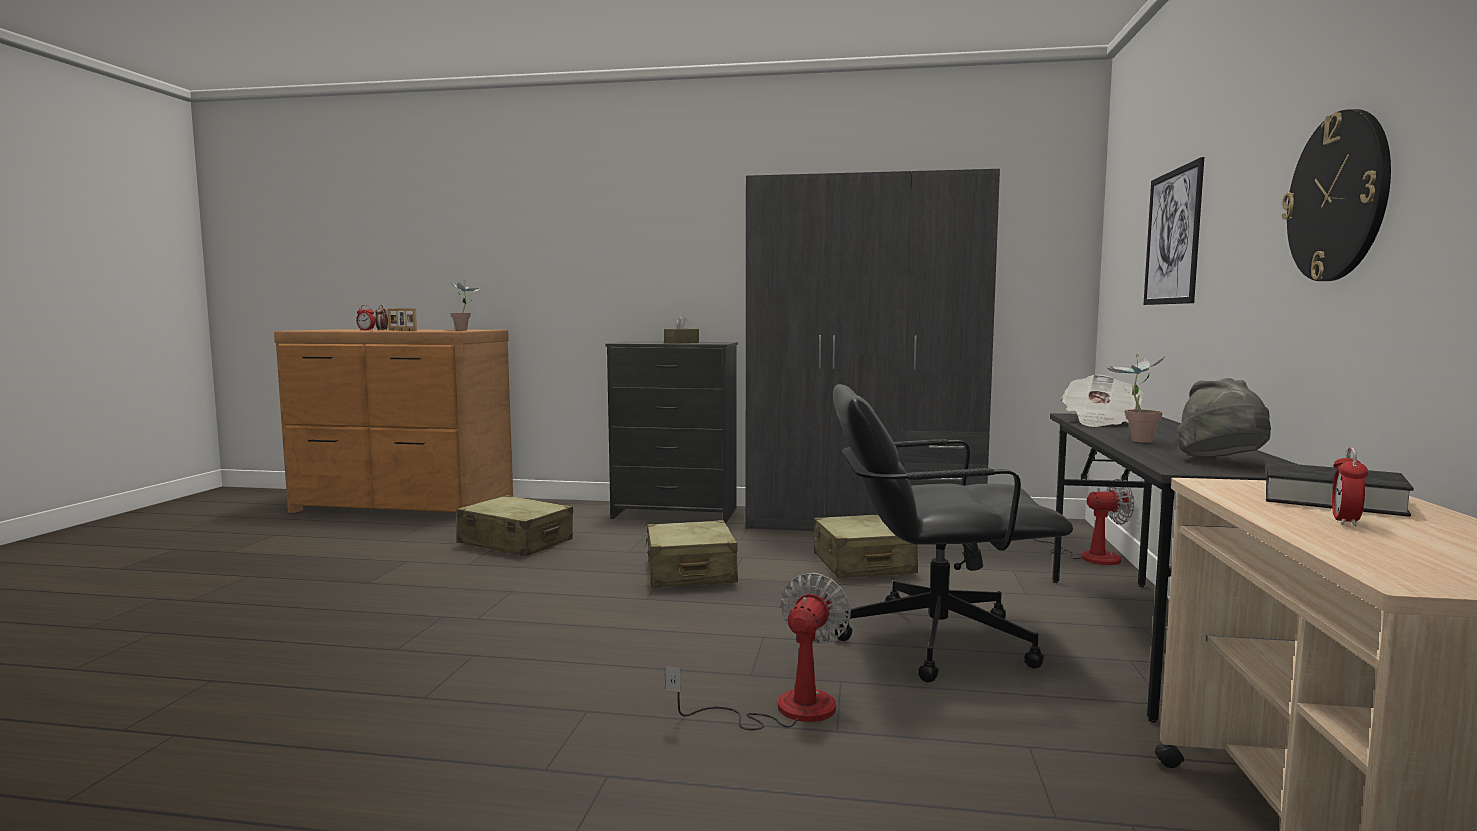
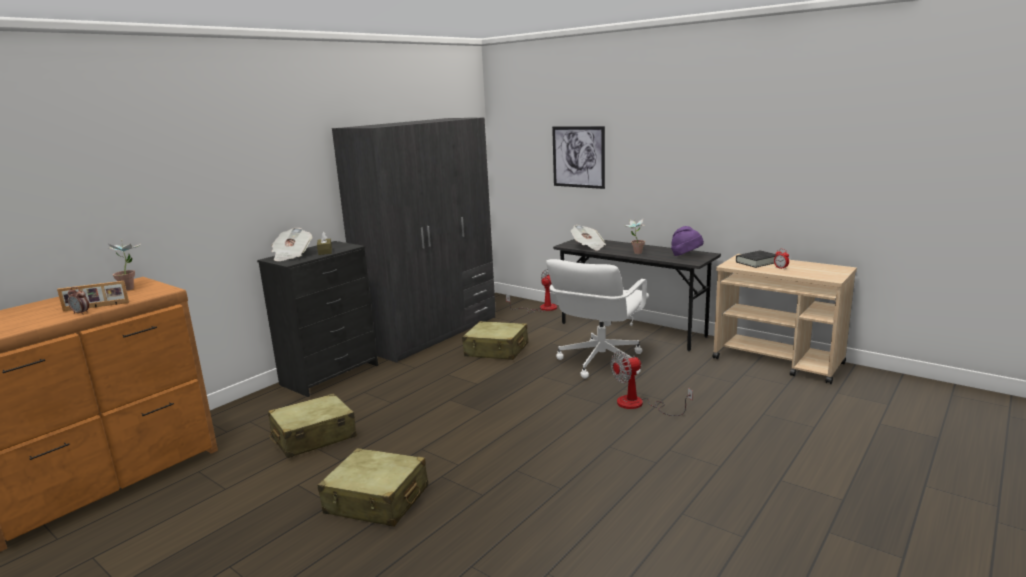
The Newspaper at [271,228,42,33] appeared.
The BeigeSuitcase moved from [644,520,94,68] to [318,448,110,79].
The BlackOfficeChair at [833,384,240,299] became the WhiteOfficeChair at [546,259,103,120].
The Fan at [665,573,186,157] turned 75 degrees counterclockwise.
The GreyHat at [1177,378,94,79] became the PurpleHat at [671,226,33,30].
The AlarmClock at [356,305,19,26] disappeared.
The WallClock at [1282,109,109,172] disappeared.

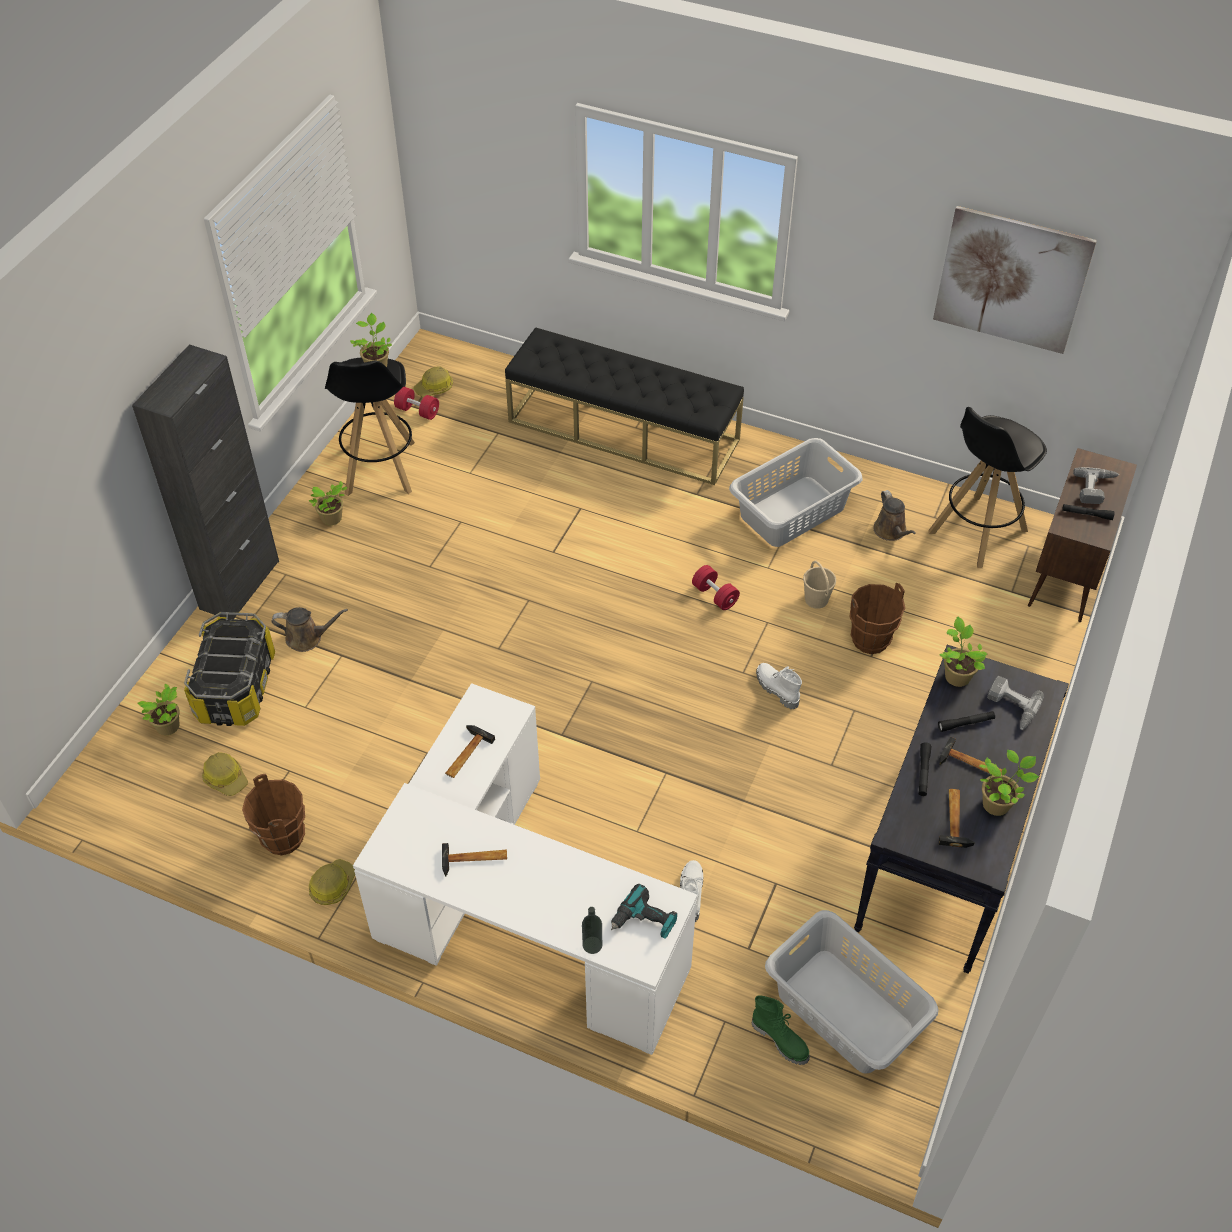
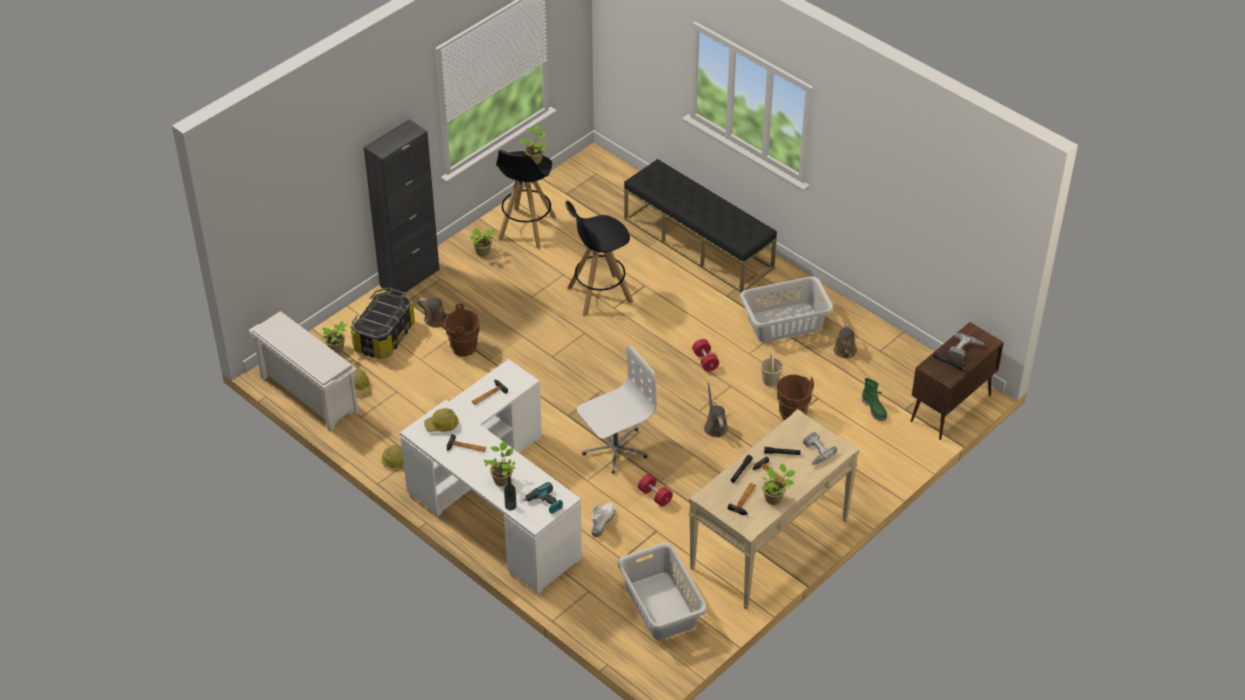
The WhiteShoeRack at [249,311,110,121] appeared.
The HardHat moved from [413,366,40,31] to [424,408,35,24].
The BrownBucket moved from [242,774,63,81] to [445,303,35,53].
The PottedPlant moved from [940,616,47,71] to [484,440,31,46].
The BlackStool moved from [928,407,119,161] to [565,201,68,115].
The WhiteOfficeChair at [577,346,80,127] appeared.
The RedDumbbell moved from [394,387,45,33] to [638,474,35,33].
The BlackConsoleTable at [854,645,215,328] became the BeigeConsoleTable at [689,409,170,200].
The WhiteBoot at [756,663,46,46] was replaced by the BrownWateringCan at [704,383,24,54].
The GreenBoot moved from [752,995,58,70] to [862,378,25,43].
The Picture at [933,206,164,148] disappeared.

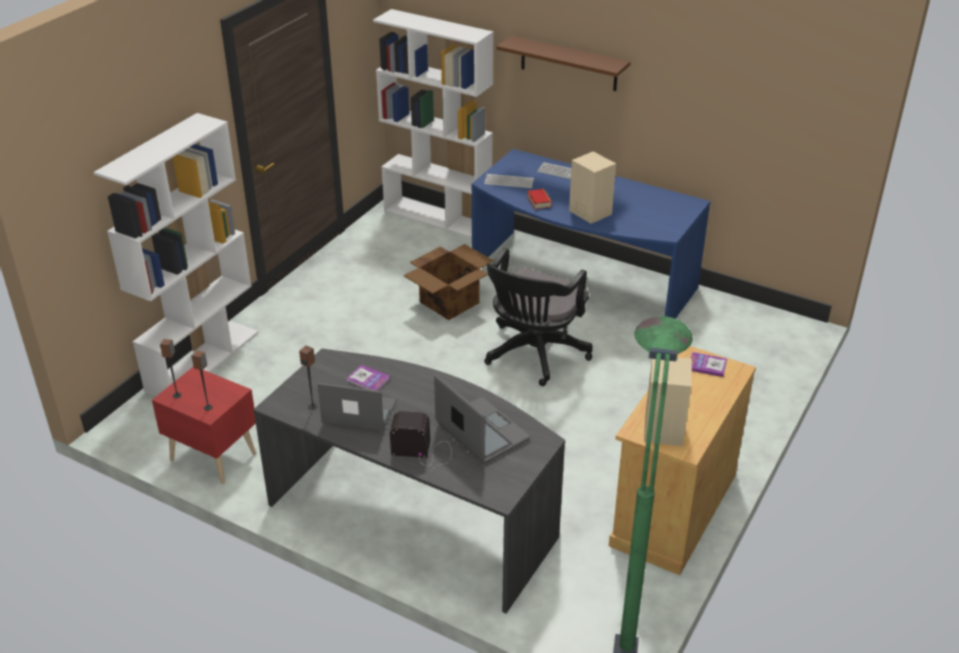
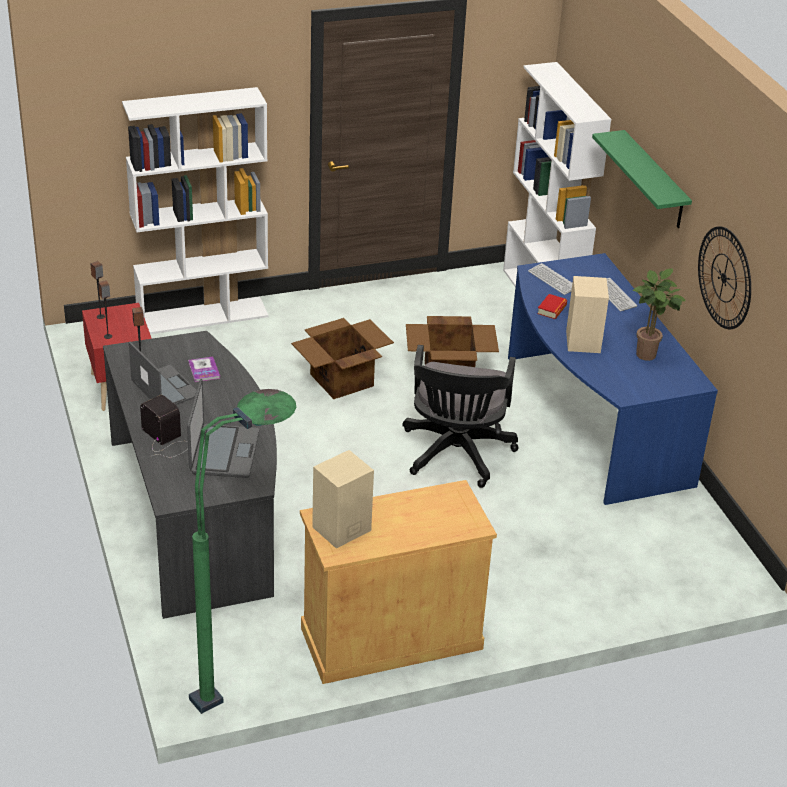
The CardboardBox at [291,318,103,81] appeared.
The BlackOfficeChair at [484,248,109,138] turned 60 degrees counterclockwise.
The BrownShelf at [497,36,133,55] became the GreenShelf at [592,130,100,98].
The PottedPlant at [633,269,53,92] appeared.
The WallClock at [698,226,53,103] appeared.
The Book at [690,352,37,25] disappeared.

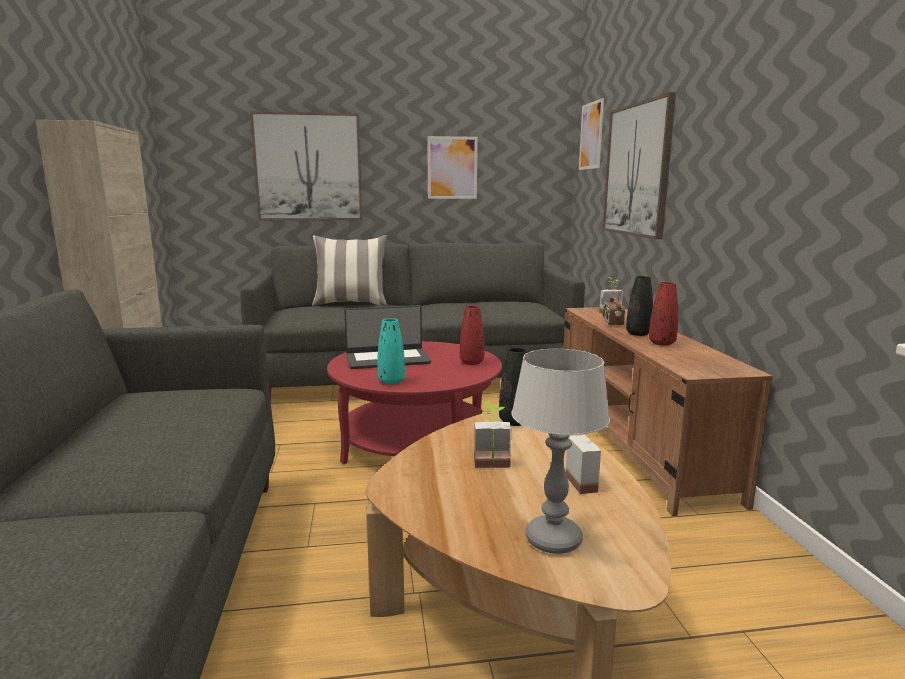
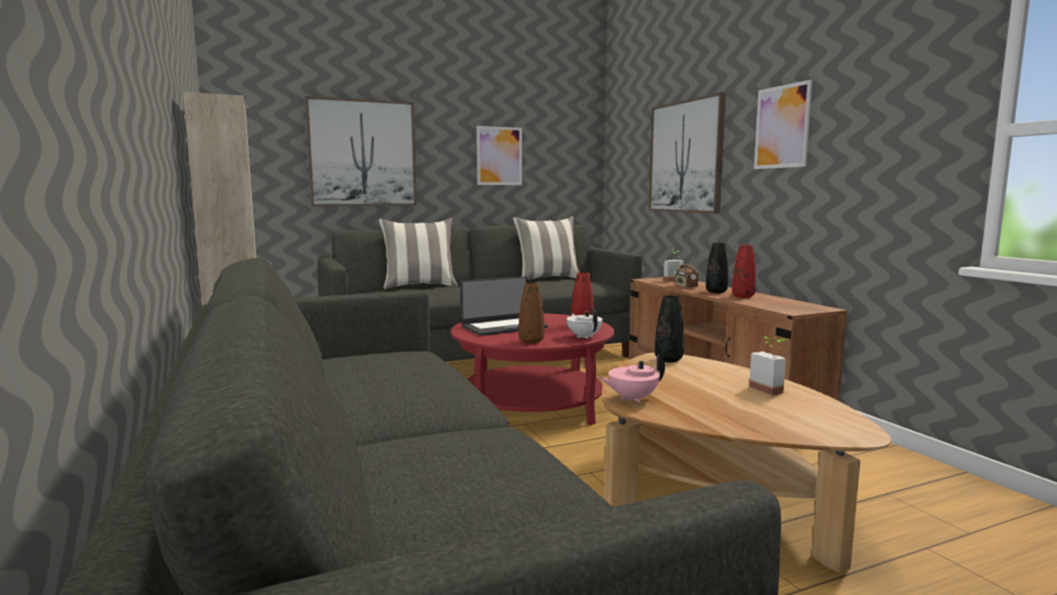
The Pillow at [513,216,67,64] appeared.
The TurquoiseVase at [377,318,28,67] became the BrownVase at [519,283,25,61].
The WhiteTeapot at [567,309,36,30] appeared.
The PinkTeapot at [599,353,66,50] appeared.
The Picture moved from [579,98,25,72] to [754,80,58,89].
The PottedPlant at [474,402,37,66] disappeared.
The TableLamp at [512,349,98,205] disappeared.

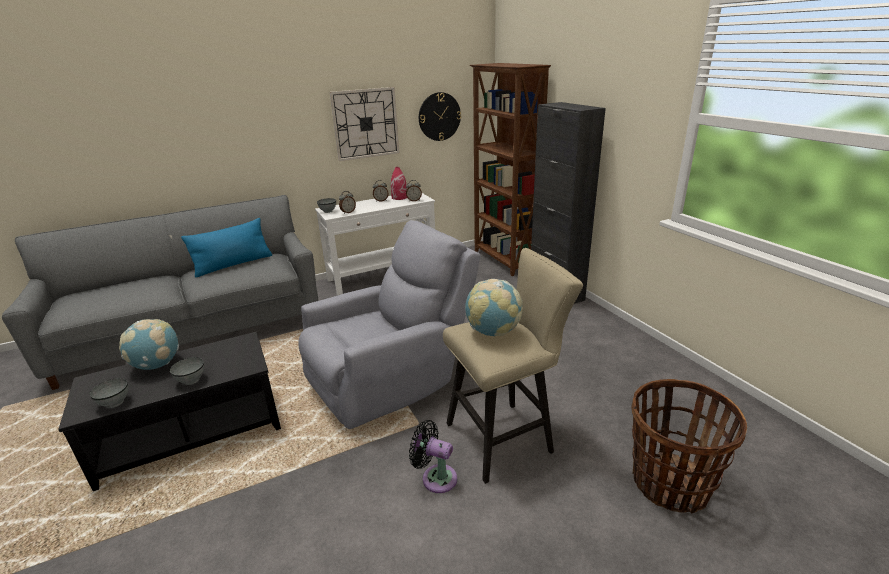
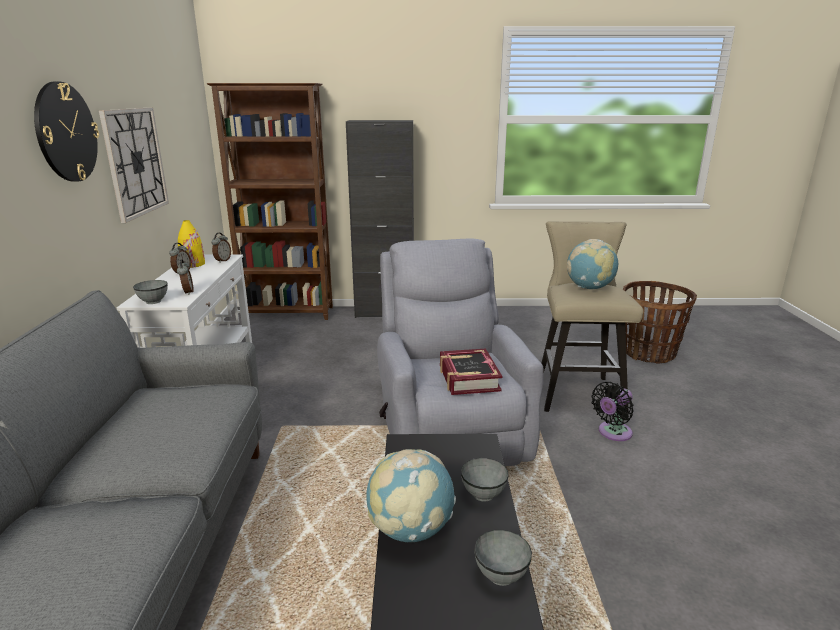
The WallClock moved from [419,92,42,49] to [34,81,65,101].
The RedVase at [391,167,16,33] became the YellowVase at [178,220,27,48].
The Book at [440,349,62,46] appeared.
The BluePillow at [181,218,91,60] disappeared.

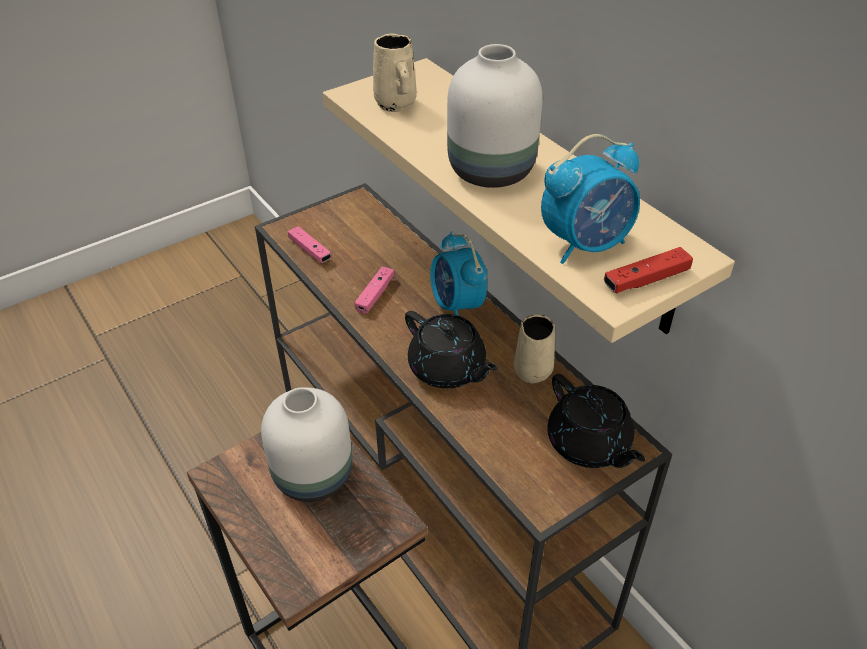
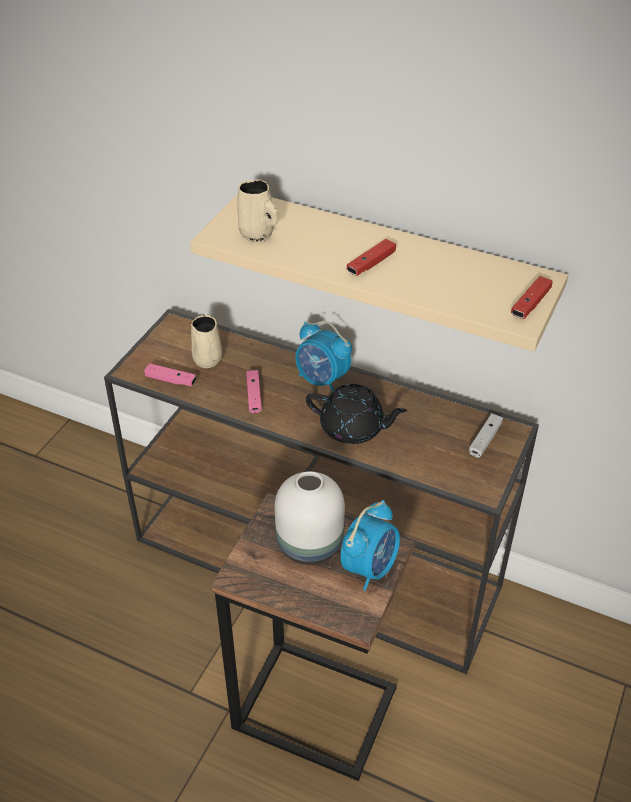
The BeigeMug moved from [514,315,41,69] to [191,315,31,53].
The AlarmClock moved from [541,134,99,130] to [341,500,59,91].
The WhiteVase at [447,44,96,144] was replaced by the RedGameController at [347,239,49,37].
The BlackTeapot at [547,374,98,94] was replaced by the WhiteGameController at [469,413,34,45].

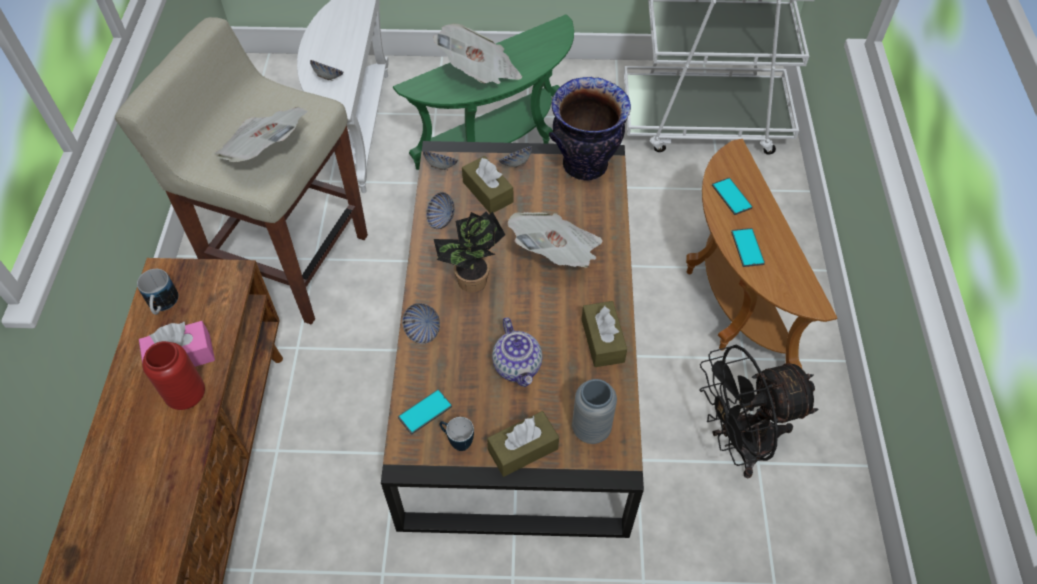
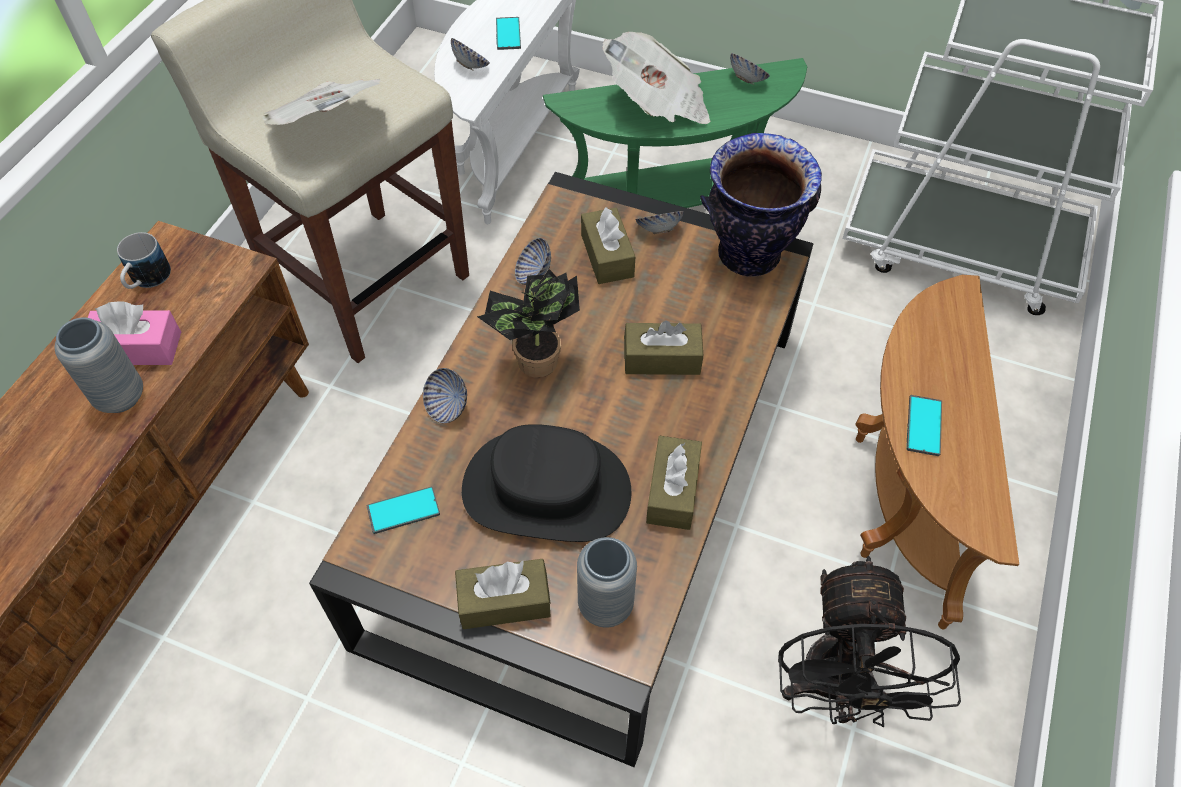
The RedVase at [142,341,63,69] became the GreyVase at [55,318,88,95].
The Teapot at [492,317,50,70] was replaced by the BlackHat at [462,424,169,118].
The Phone moved from [712,178,41,37] to [496,17,25,33].
The Newspaper at [508,212,95,56] was replaced by the BrownTissueBox at [624,320,79,55].
The Bowl moved from [423,151,35,19] to [730,53,40,32].
The BlackFan at [699,345,119,134] turned 90 degrees counterclockwise.
The Mug at [439,417,35,34] disappeared.

